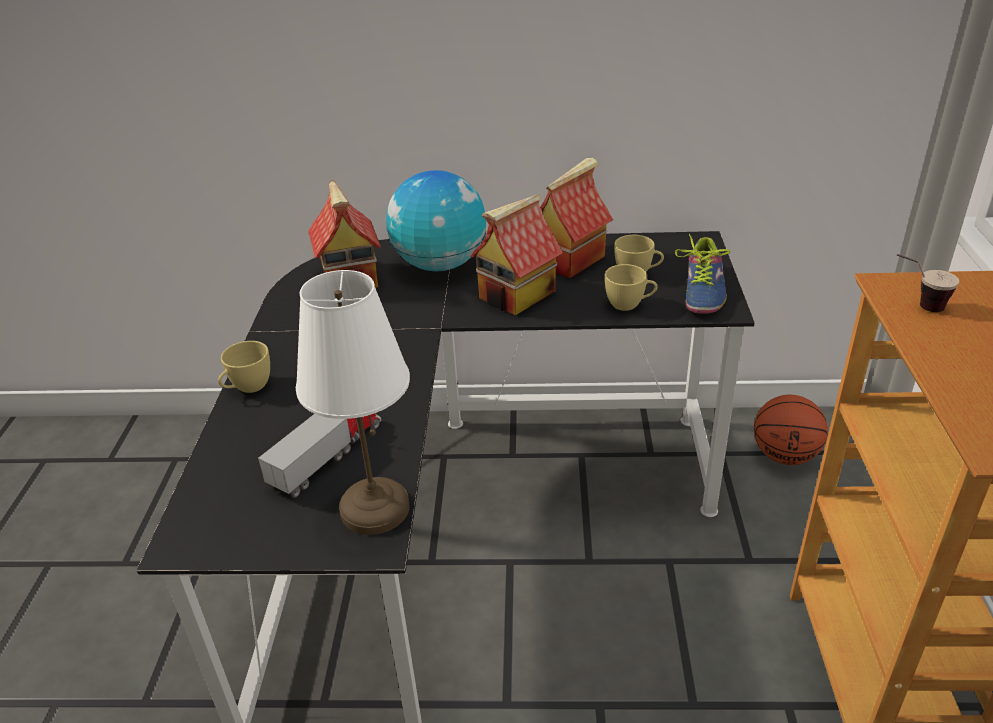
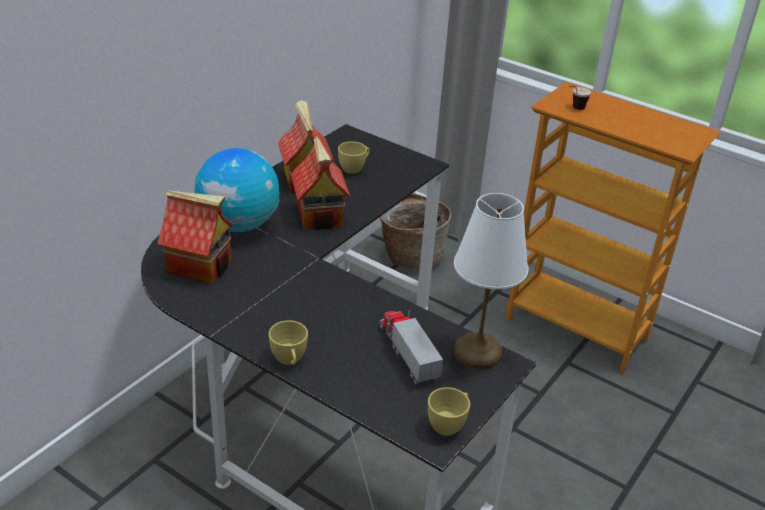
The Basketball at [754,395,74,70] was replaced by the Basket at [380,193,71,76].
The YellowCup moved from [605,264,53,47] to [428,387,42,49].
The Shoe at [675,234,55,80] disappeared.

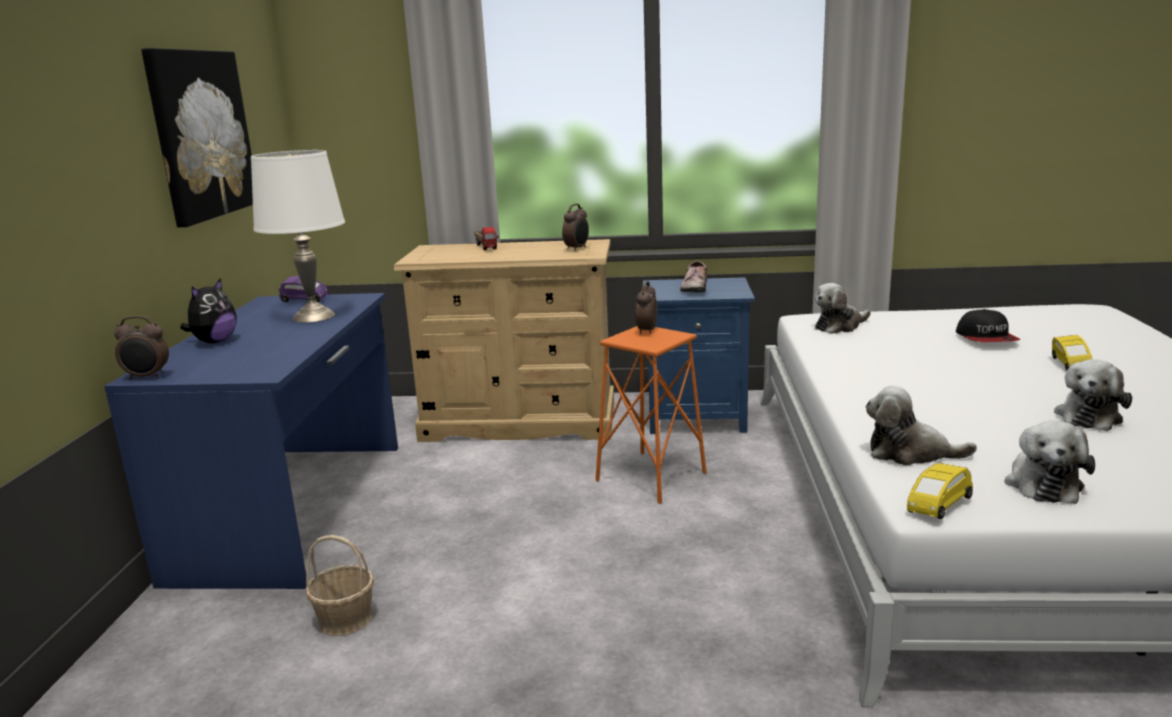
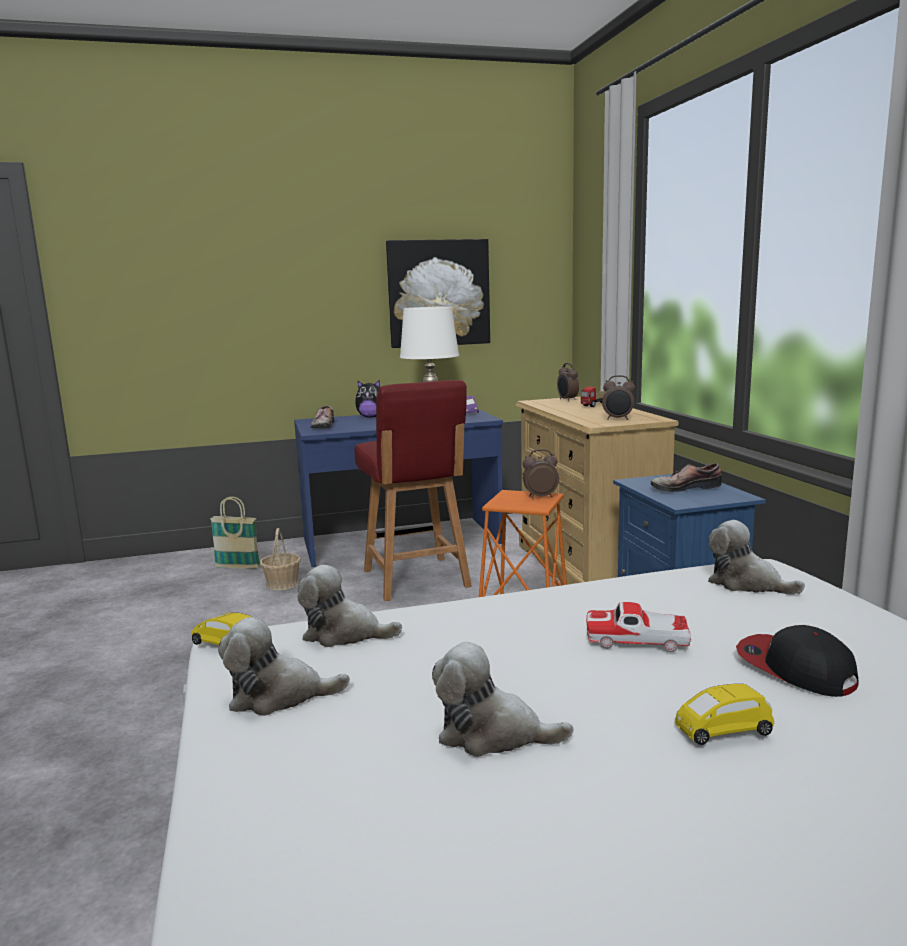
The Basket at [210,496,50,73] appeared.
The PlushToy at [866,386,111,79] turned 75 degrees counterclockwise.
The Shoe at [310,406,25,22] appeared.
The RedChair at [355,380,117,221] appeared.
The AlarmClock moved from [114,316,55,64] to [557,363,22,38].
The ToyCar at [586,602,105,50] appeared.
The Cap at [956,309,64,33] turned 75 degrees clockwise.

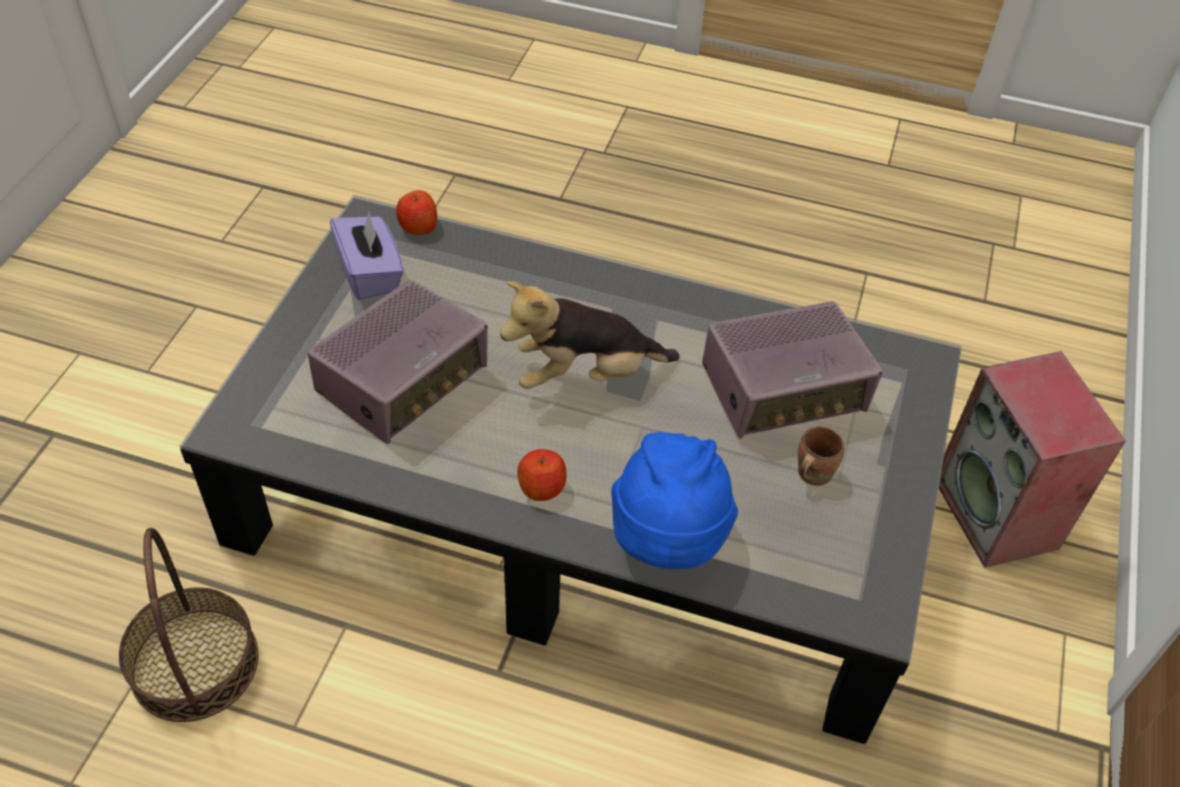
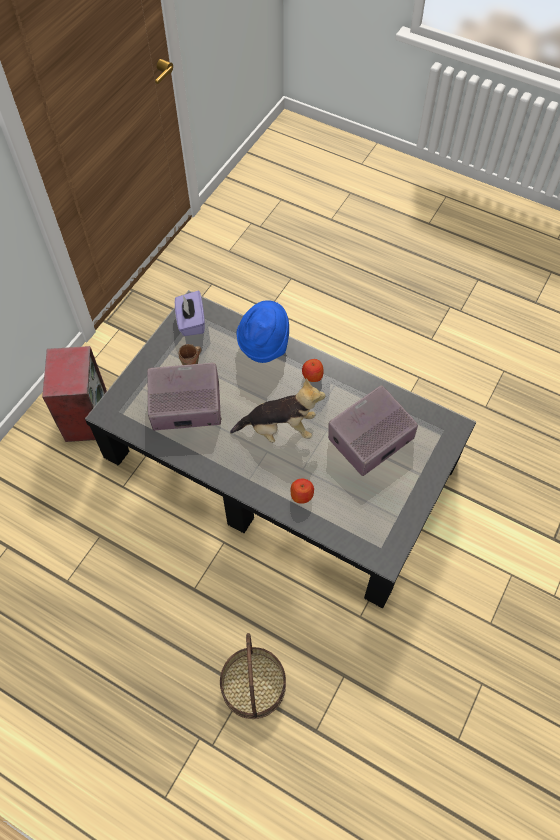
The PurpleTissueBox moved from [330,210,74,90] to [175,291,30,45].
The Basket moved from [119,528,140,194] to [220,633,66,86].
The Apple moved from [396,190,41,45] to [291,478,23,26].

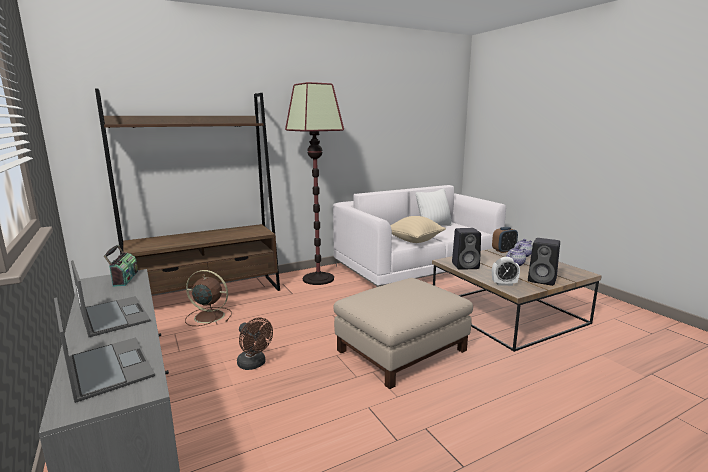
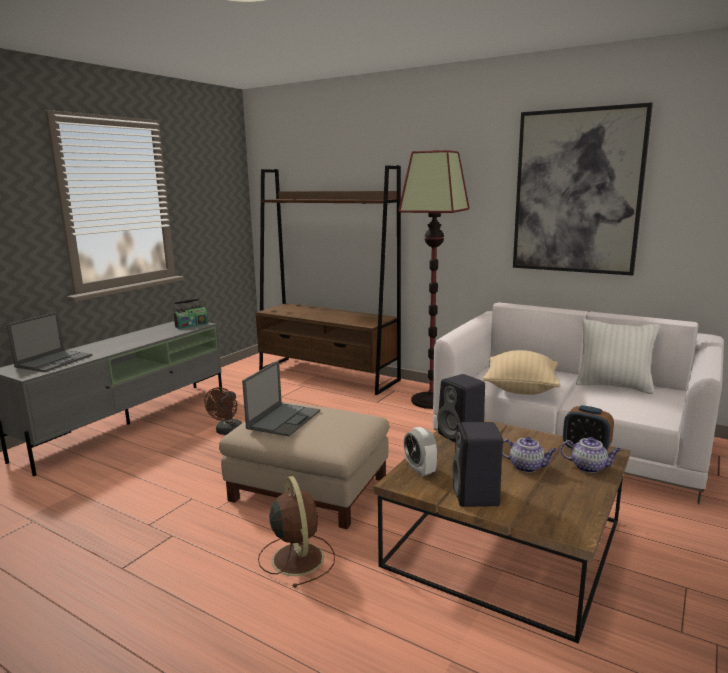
The Laptop moved from [71,260,80,77] to [242,361,78,75].
The BrownFan moved from [185,270,47,56] to [258,476,77,112].
The Picture at [513,102,140,174] appeared.

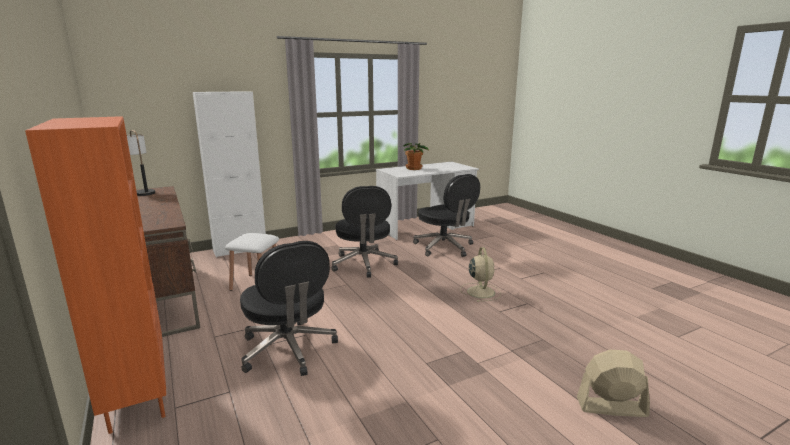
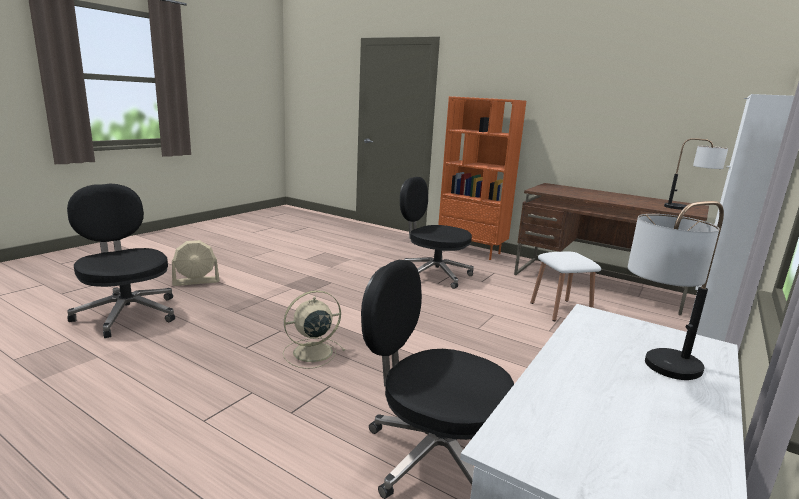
The BlackOfficeChair moved from [332,186,66,92] to [67,184,108,154].
The BeigeFan at [460,247,41,55] turned 90 degrees clockwise.
The PottedPlant at [404,143,25,27] was replaced by the TableLamp at [628,201,96,179].

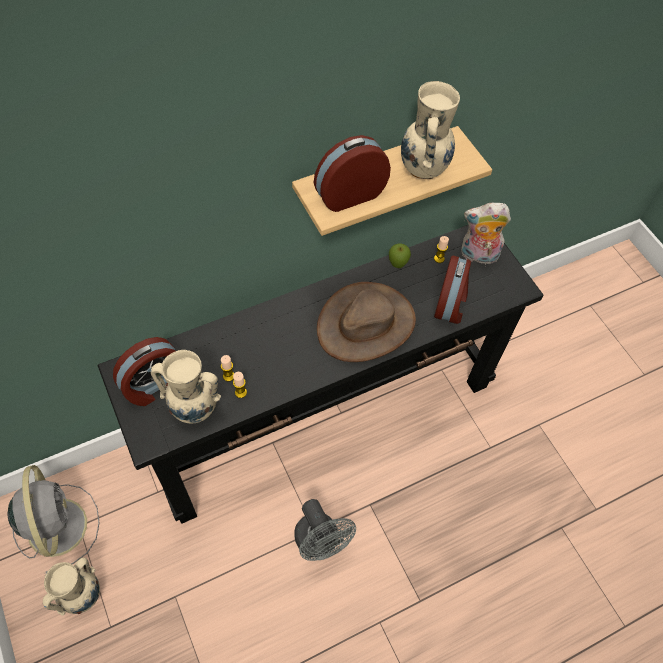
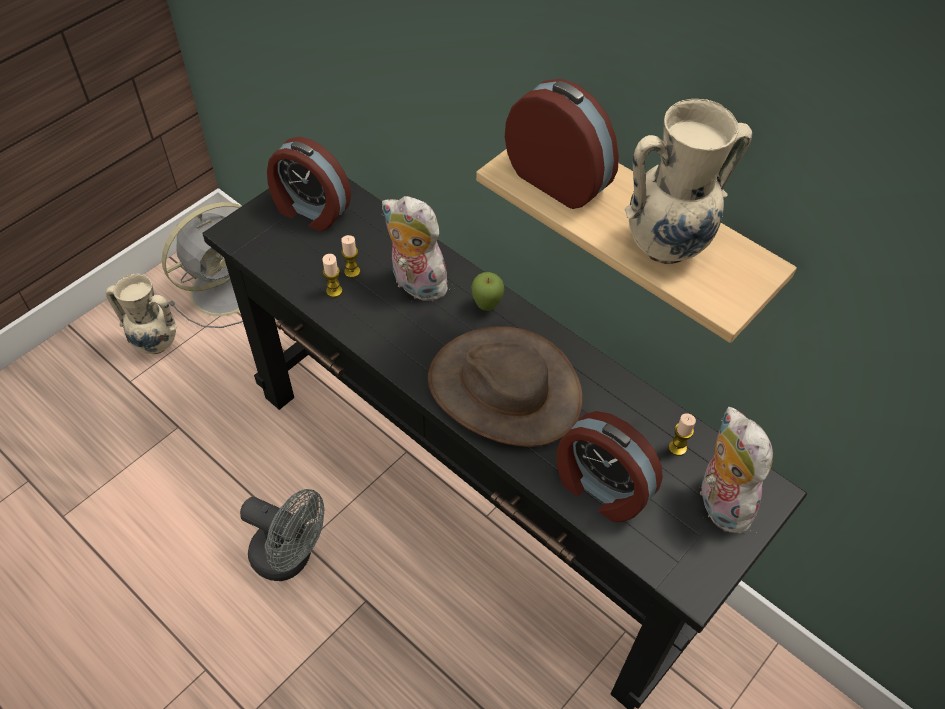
The GreyFan at [294,499,62,62] turned 105 degrees counterclockwise.
The PlushToy at [382,196,70,105] appeared.
The Apple moved from [389,243,22,25] to [471,272,33,39].
The AlarmClock at [434,256,37,68] turned 45 degrees clockwise.
The BeigeVase at [151,350,70,74] disappeared.

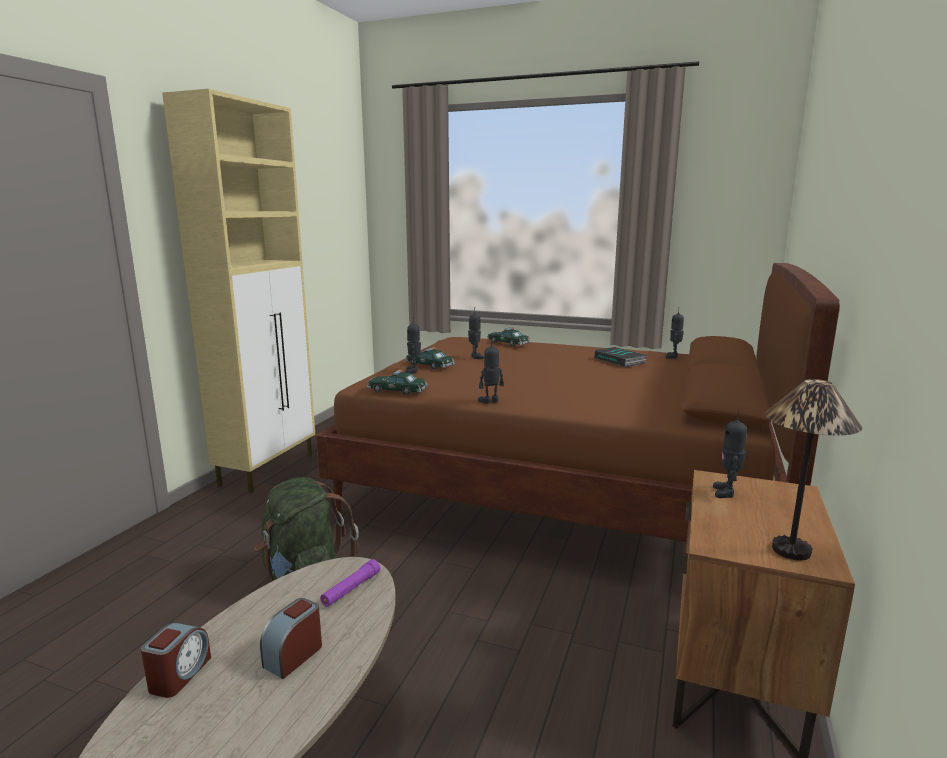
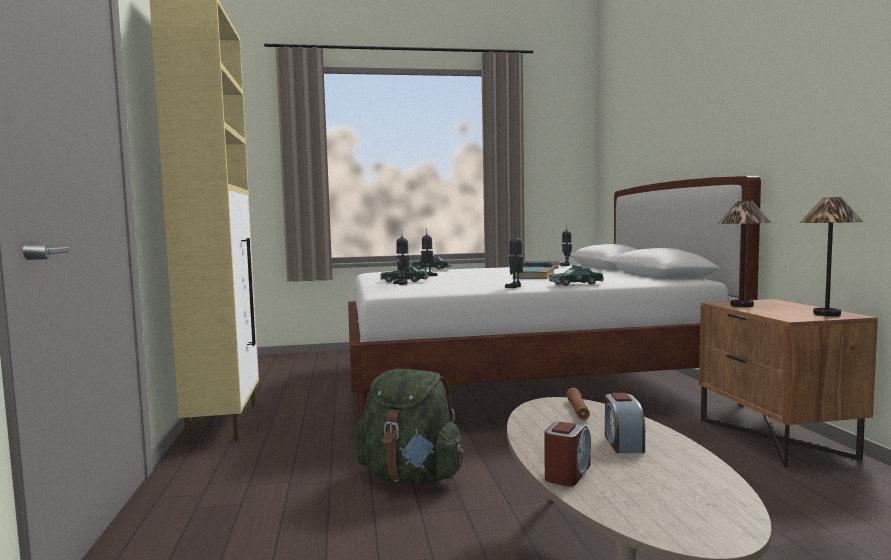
The BrownBed at [316,263,524,279] became the WhiteBed at [348,176,413,244].
The Book at [515,267,40,12] appeared.
The AlarmClock at [141,623,70,75] turned 45 degrees clockwise.
The ToyCar moved from [367,369,60,26] to [549,265,55,21].
The PurpleFlashlight at [320,559,60,48] became the BrownFlashlight at [566,388,24,32].
The ToyRobot at [713,410,34,88] was replaced by the TableLamp at [718,201,54,106].

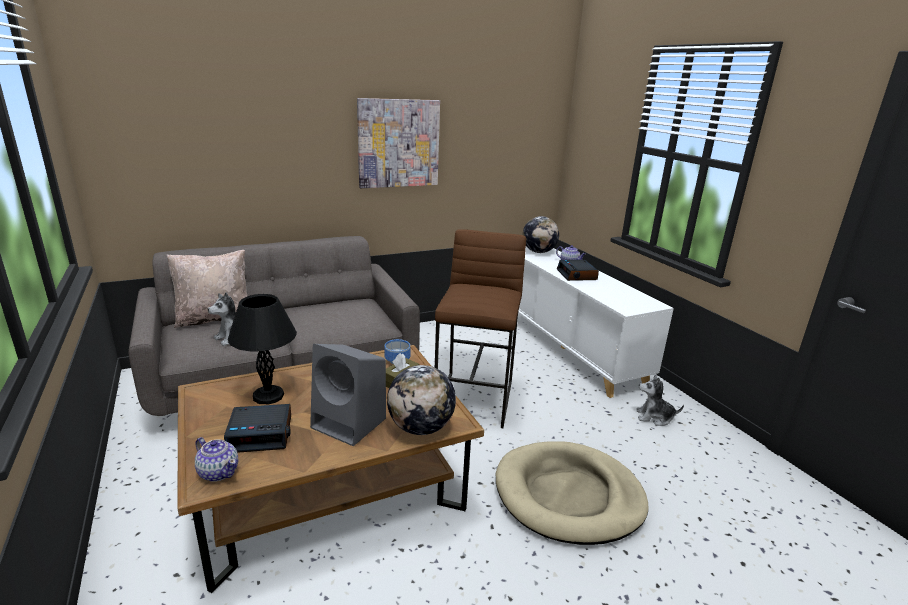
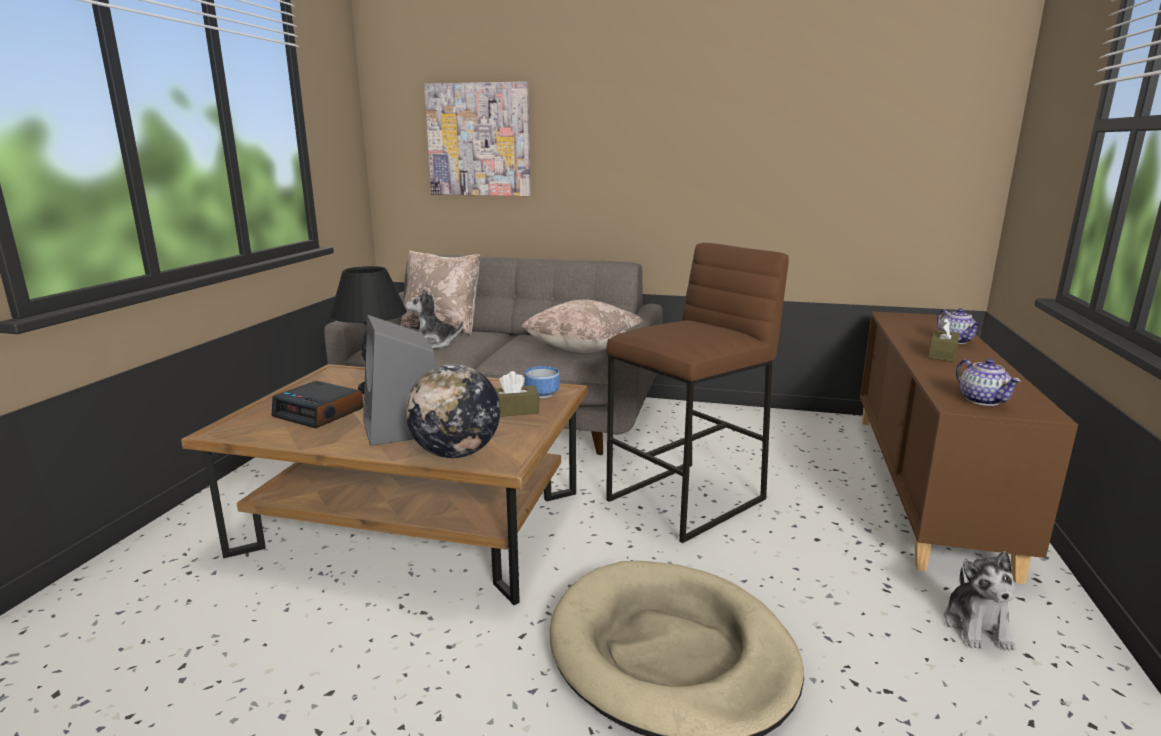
The Picture moved from [357,98,83,90] to [424,81,107,115].
The BeigePillow at [521,300,122,53] appeared.
The WhiteCabinet at [518,247,156,151] became the BrownCabinet at [860,311,218,273].
The AlarmClock at [557,260,42,21] was replaced by the BrownTissueBox at [928,318,32,44].
The PlushToy at [637,374,47,52] turned 135 degrees counterclockwise.
The Teapot moved from [195,437,43,45] to [956,359,65,47].
The Globe at [523,216,36,37] disappeared.

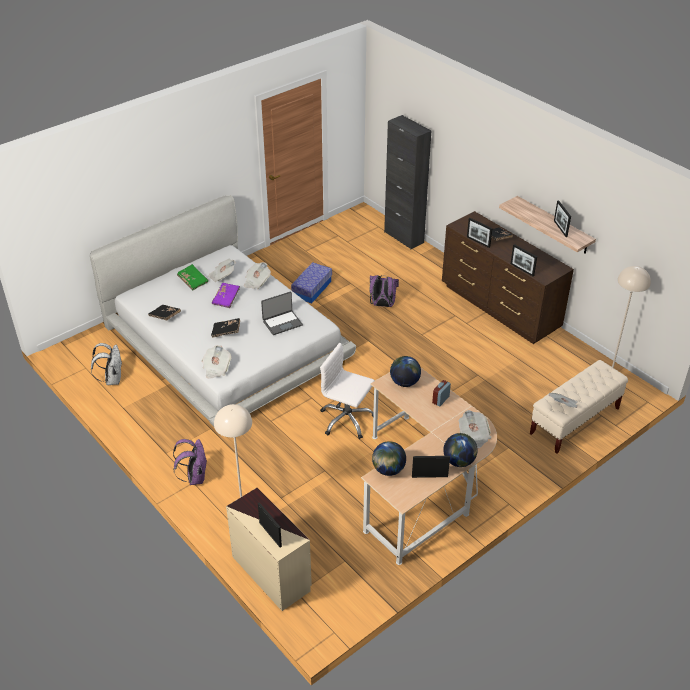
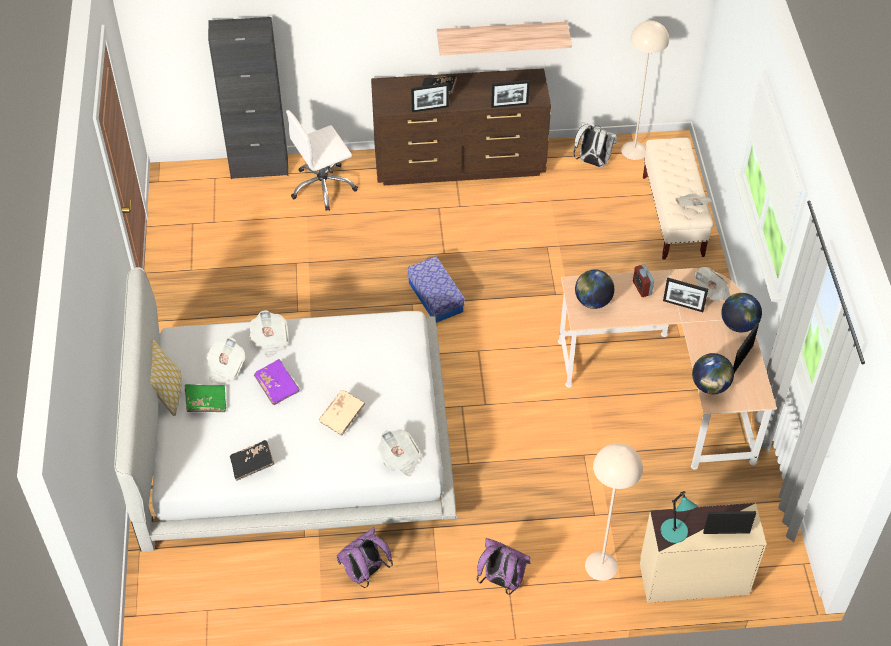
The Pillow at [150,340,32,76] appeared.
The WhiteOfficeChair moved from [320,343,55,96] to [286,110,72,101].
The BlackBook at [211,318,29,20] became the BeigeBook at [319,390,46,46].
The PurpleBackpack moved from [369,275,30,32] to [336,527,57,61].
The StorageBox moved from [291,262,41,42] to [407,256,58,67].
The WhiteBackpack moved from [91,343,31,42] to [574,122,43,45].
The TurquoiseTableLamp at [661,491,37,52] appeared.
The PictureFrame moved from [554,200,17,37] to [663,278,45,34].
The Laptop at [261,291,42,44] disappeared.

